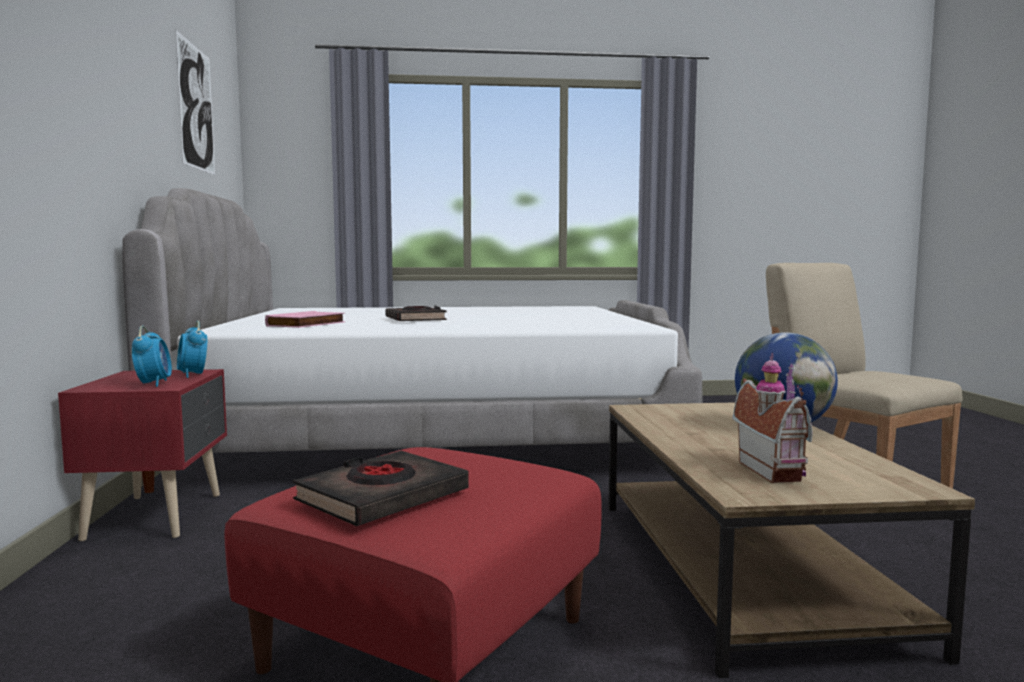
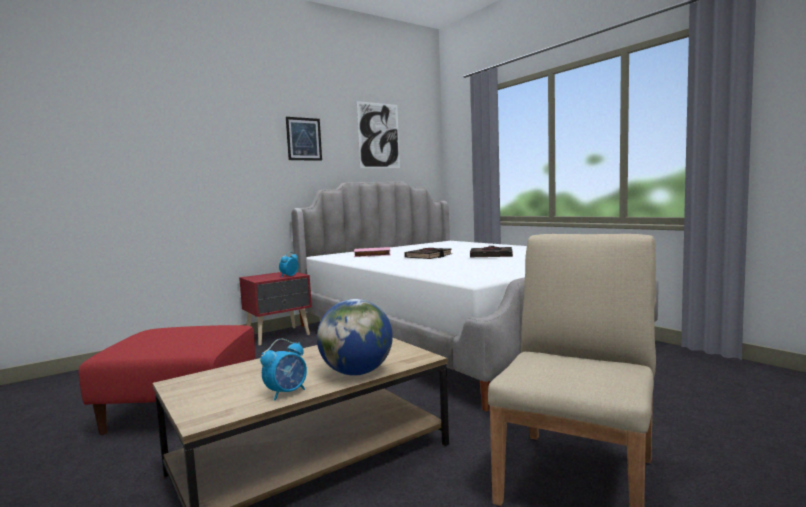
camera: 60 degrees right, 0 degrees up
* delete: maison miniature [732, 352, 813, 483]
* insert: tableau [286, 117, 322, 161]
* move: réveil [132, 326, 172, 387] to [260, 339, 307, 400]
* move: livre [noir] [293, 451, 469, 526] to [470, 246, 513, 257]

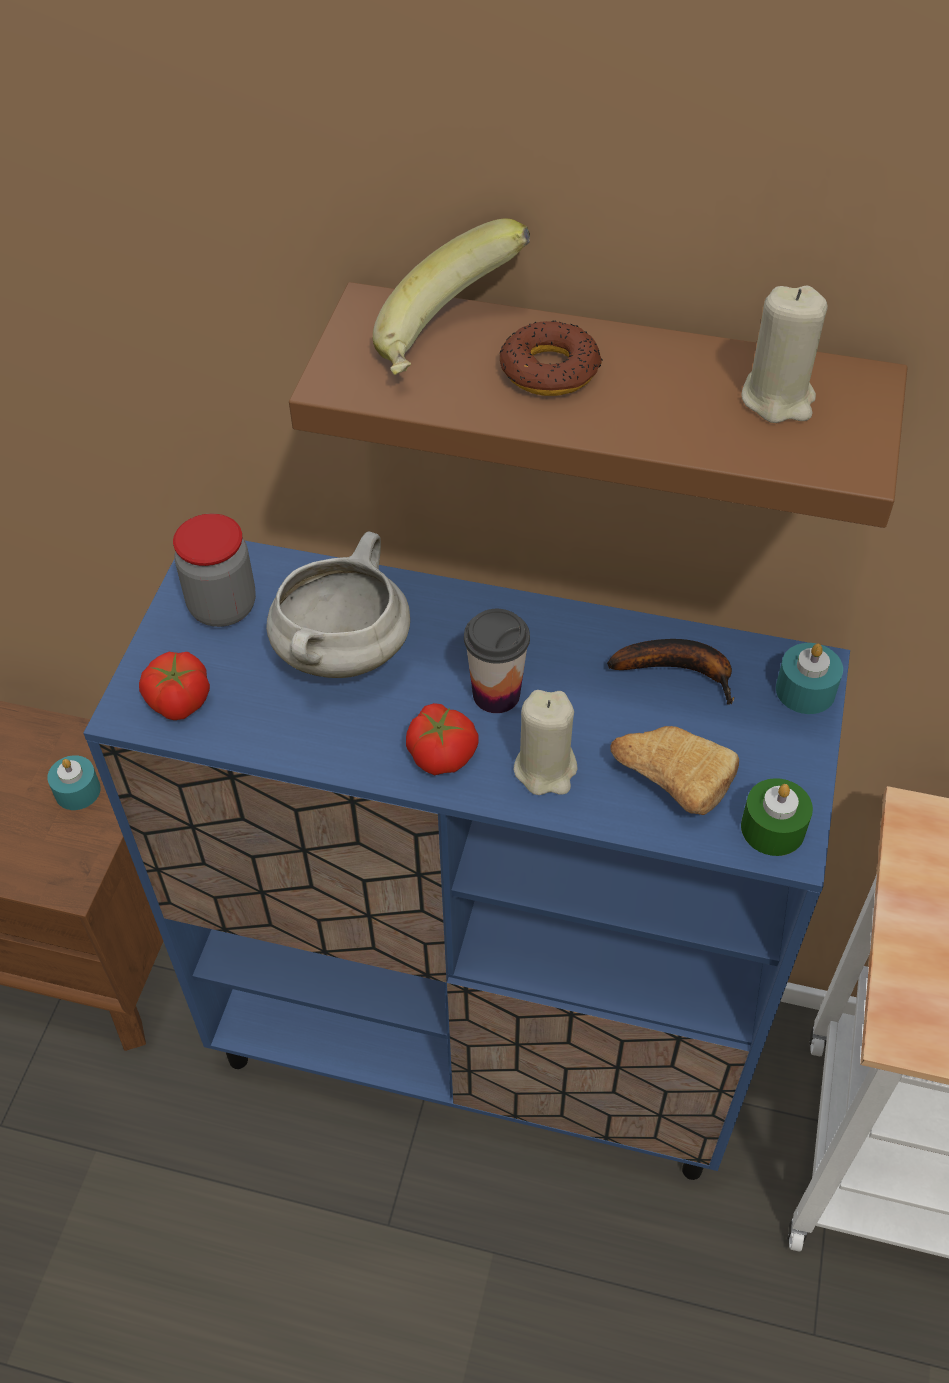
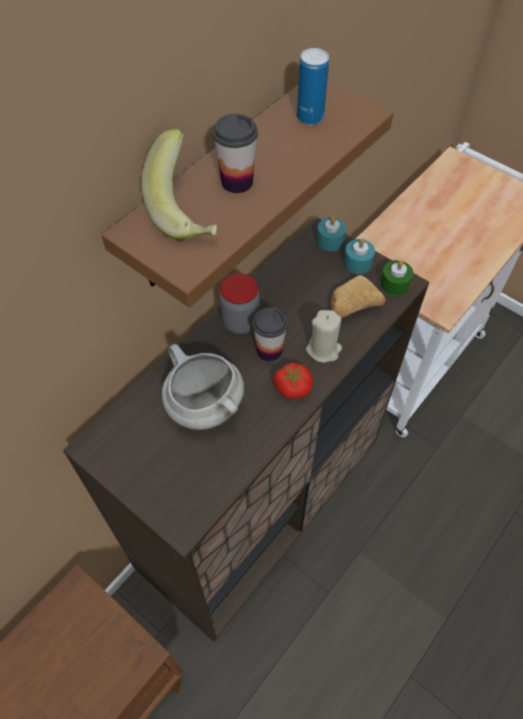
camera: 65 degrees left, 5 degrees up
* delete: tomate [139, 652, 210, 720]
* delete: banane [607, 639, 734, 705]
* move: bougie [turquoise] [47, 755, 101, 810] to [344, 238, 375, 274]
* move: bocal [173, 514, 256, 627] to [220, 273, 260, 334]
* replace: beignet [500, 320, 603, 396] to tasse [212, 114, 258, 193]
* replace: bougie [beige] [741, 285, 828, 423] to boîte métallique [297, 48, 329, 125]
* recolor: meuble de rangement [bleu] [83, 541, 850, 1180] to meuble de rangement [marron] [63, 217, 429, 642]

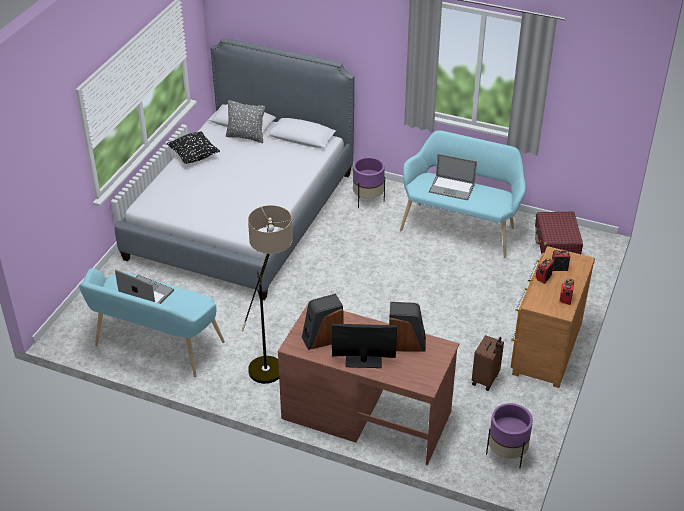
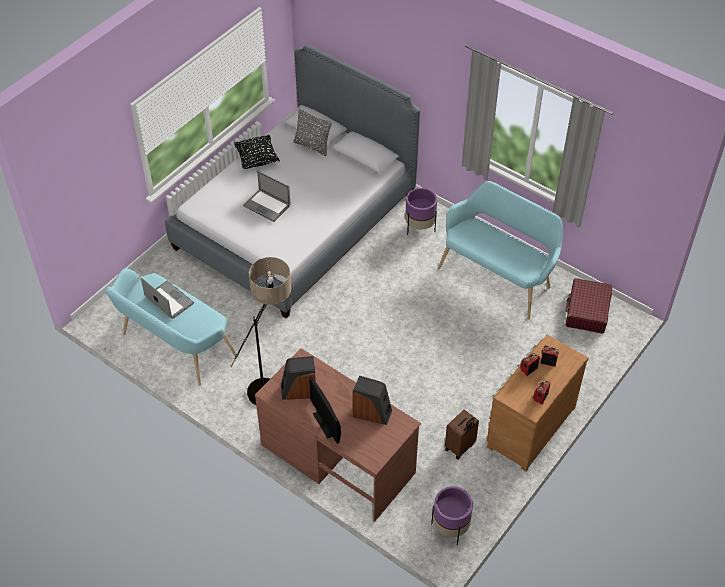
camera: 15 degrees right, 10 degrees up
* move: ordinateur portable [429, 154, 477, 200] to [243, 171, 291, 222]
* rotate: écran d'ordinateur [332, 324, 397, 368] = [309, 377, 341, 444] 135 degrees counterclockwise

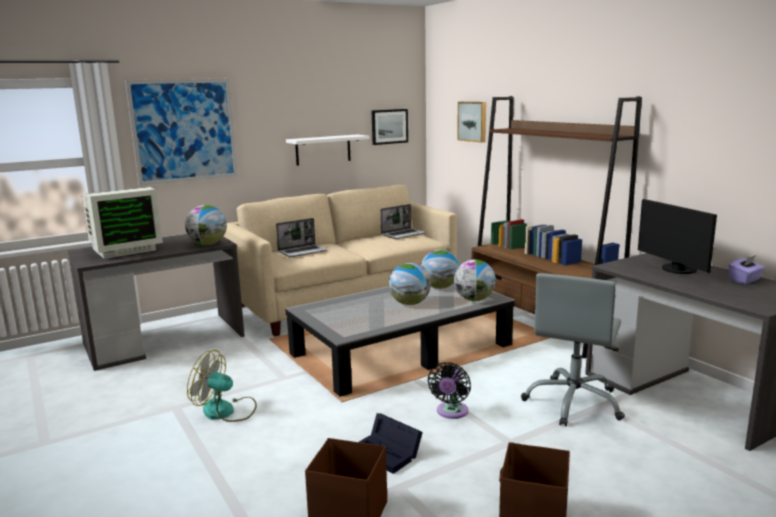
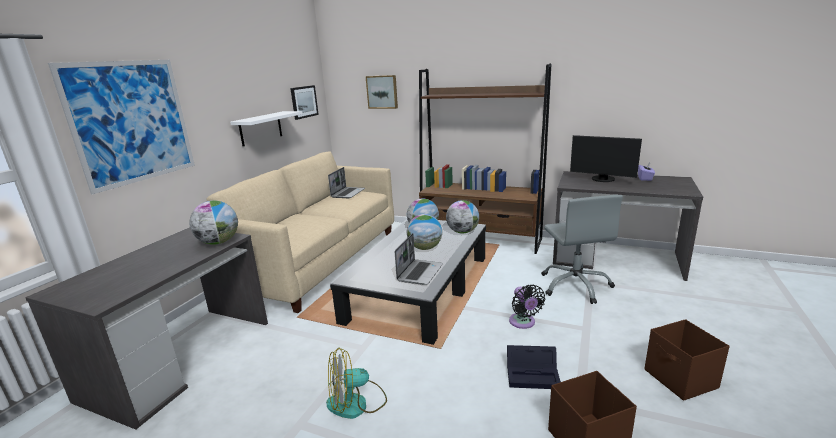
camera: 35 degrees left, 5 degrees up
* delete: écran d'ordinateur [82, 187, 163, 259]
* move: ordinateur portable [276, 218, 328, 257] to [395, 233, 443, 285]

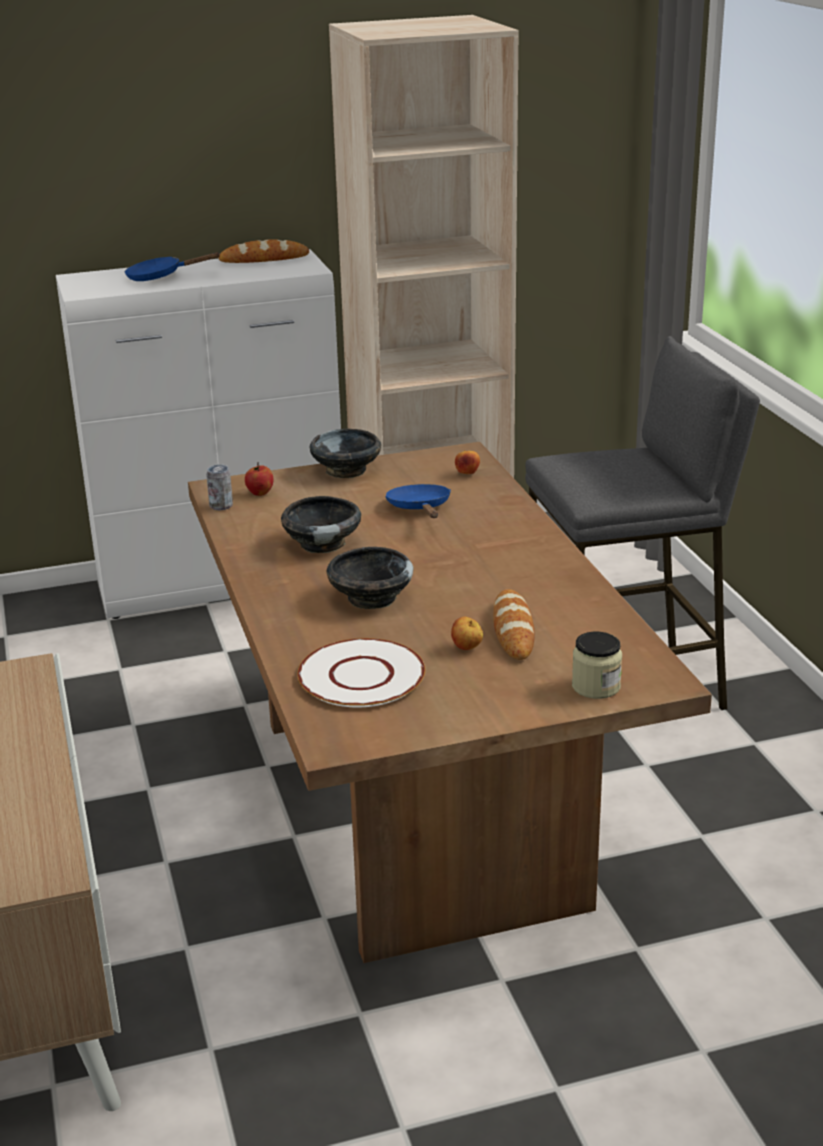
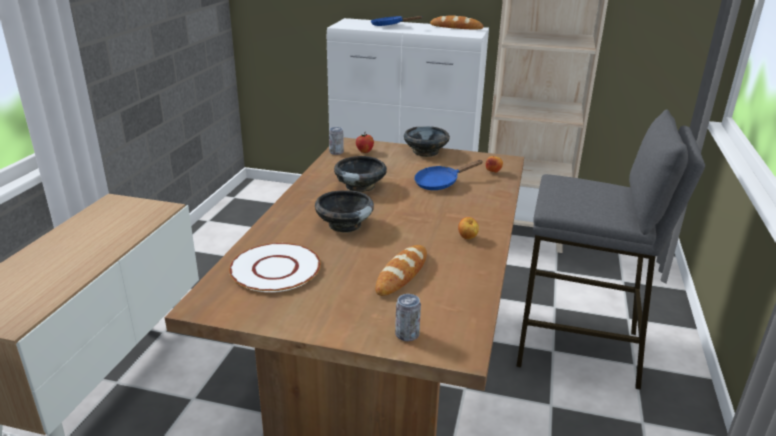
camera: 30 degrees right, 0 degrees up
* move: pomme [451, 617, 483, 650] to [458, 217, 479, 239]
* replace: bocal [572, 631, 622, 699] to boîte métallique [395, 294, 421, 341]
* rotate: poêle [bleu] [385, 484, 451, 518] = [414, 160, 483, 190] 135 degrees counterclockwise

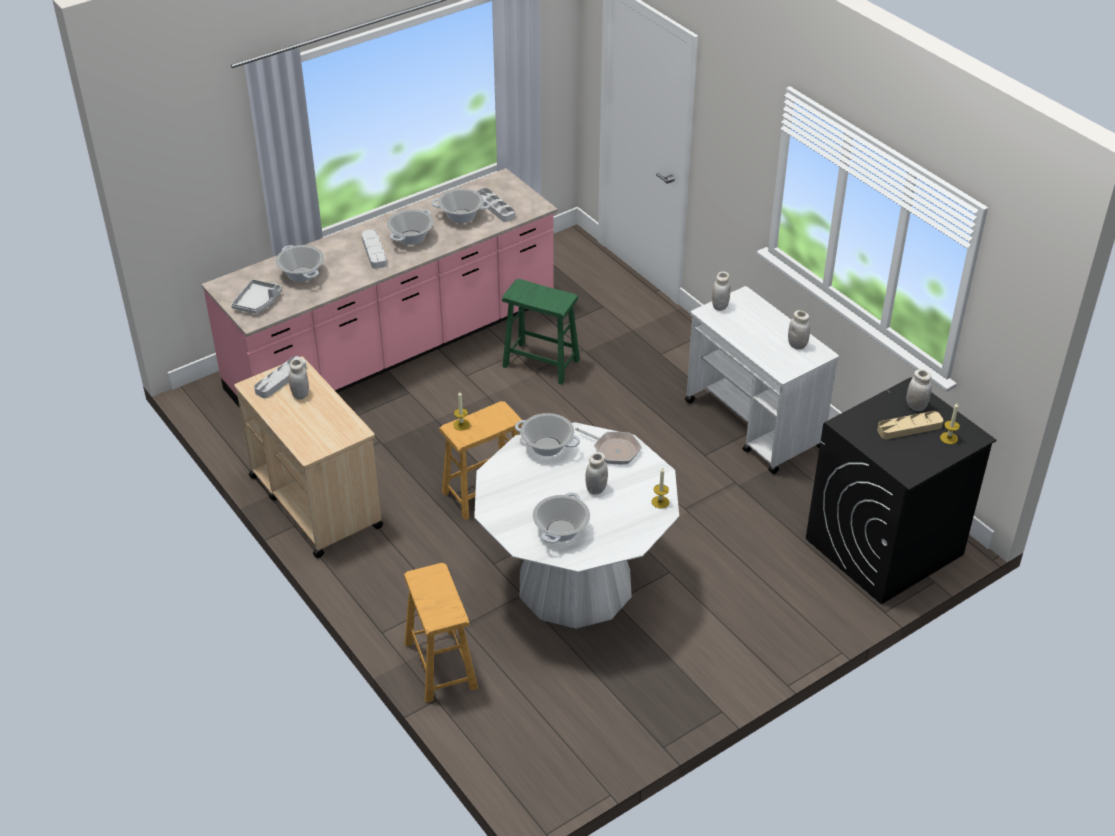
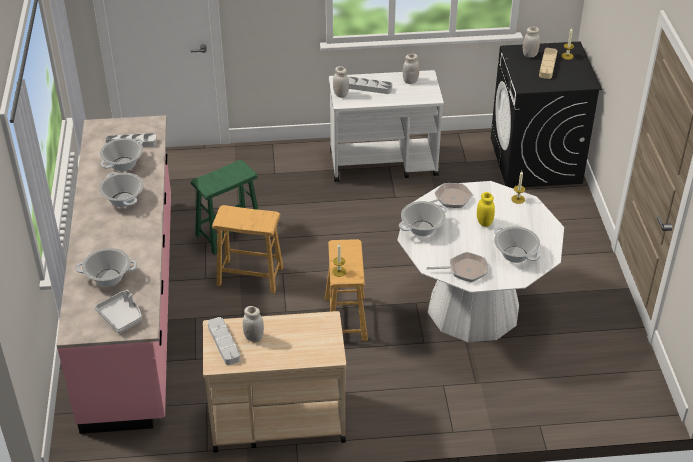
camera: 60 degrees left, 0 degrees up
* insert: poêle [426, 252, 488, 282]
* move: plateau [gris] [361, 229, 387, 269] to [348, 77, 392, 94]
* move: tabouret [marron] [404, 563, 478, 703] to [212, 205, 283, 293]
* recolor: bocal [blanc] [585, 452, 608, 495] to bocal [jaune] [477, 192, 495, 227]

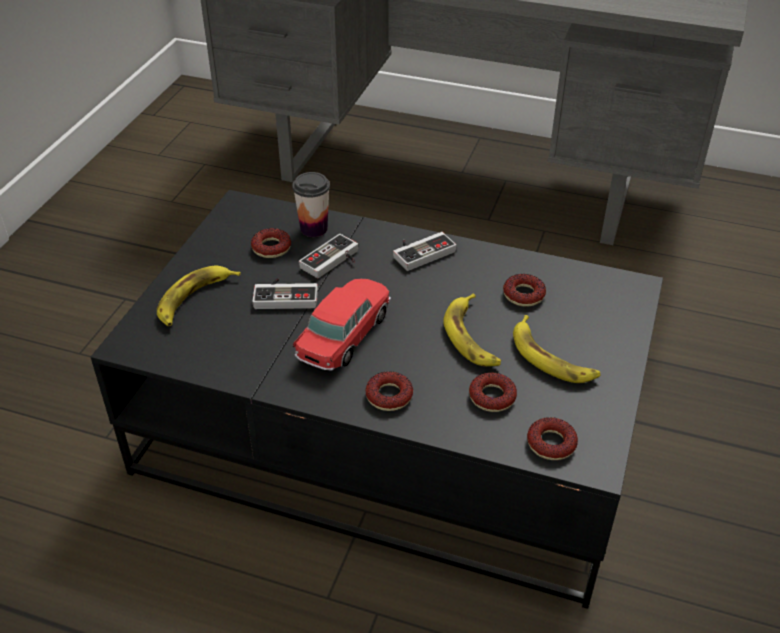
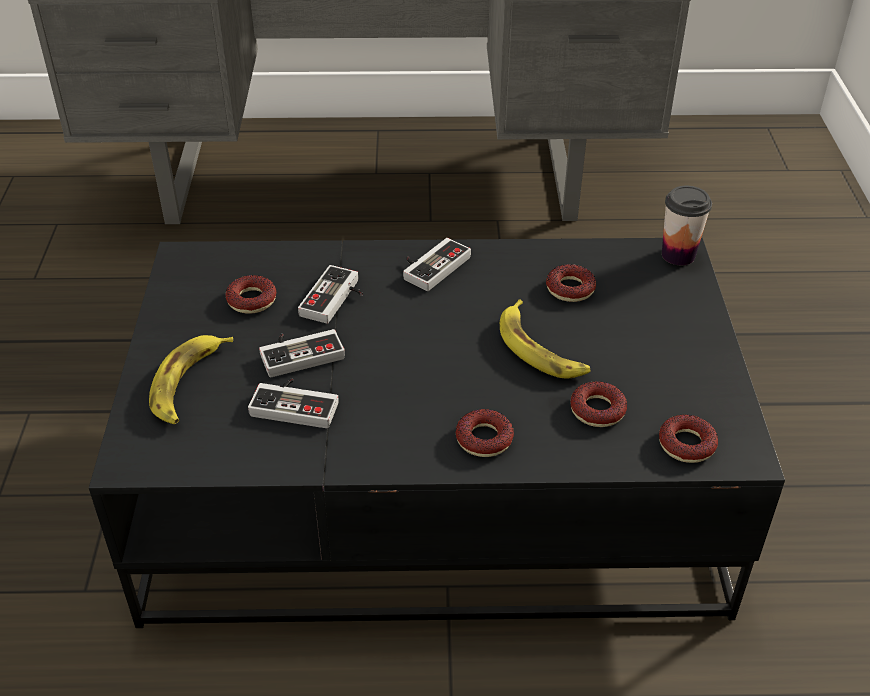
camera: 20 degrees left, 0 degrees up
* delete: petite voiture [293, 279, 391, 371]
* delete: banane [513, 315, 601, 383]
* insert: manette [248, 378, 339, 428]
* move: tasse [292, 172, 330, 237] to [662, 186, 712, 265]

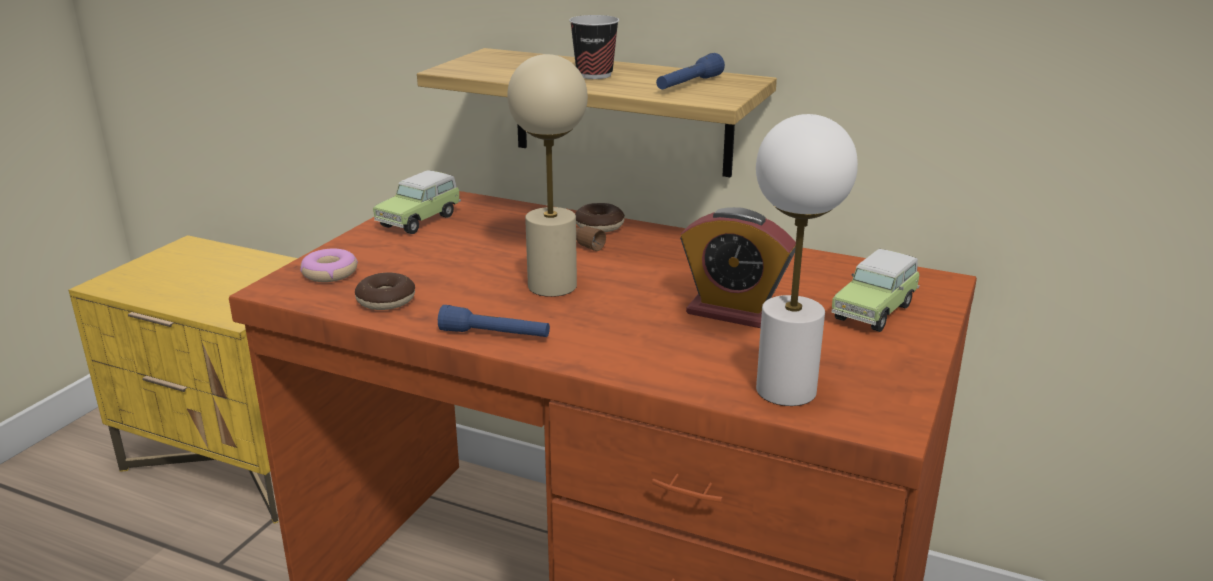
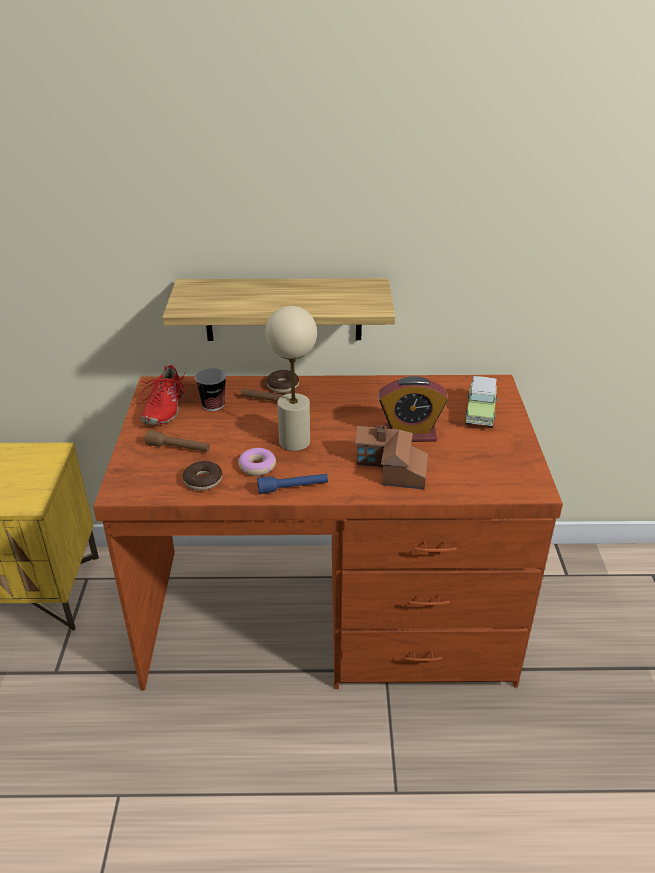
camera: 25 degrees left, 10 degrees up
* delete: lampe de poche [bleu] [656, 53, 725, 90]
* delete: lampe de table [blanc] [756, 114, 858, 406]
* insert: lampe de poche [marron] [145, 430, 210, 452]
* insert: maison miniature [355, 425, 428, 490]
* move: beignet [300, 249, 358, 282] to [238, 448, 276, 476]
* move: tasse [569, 15, 619, 79] to [195, 368, 226, 411]
* replace: petite voiture [373, 170, 461, 234] to chaussure [rouge] [141, 364, 186, 425]

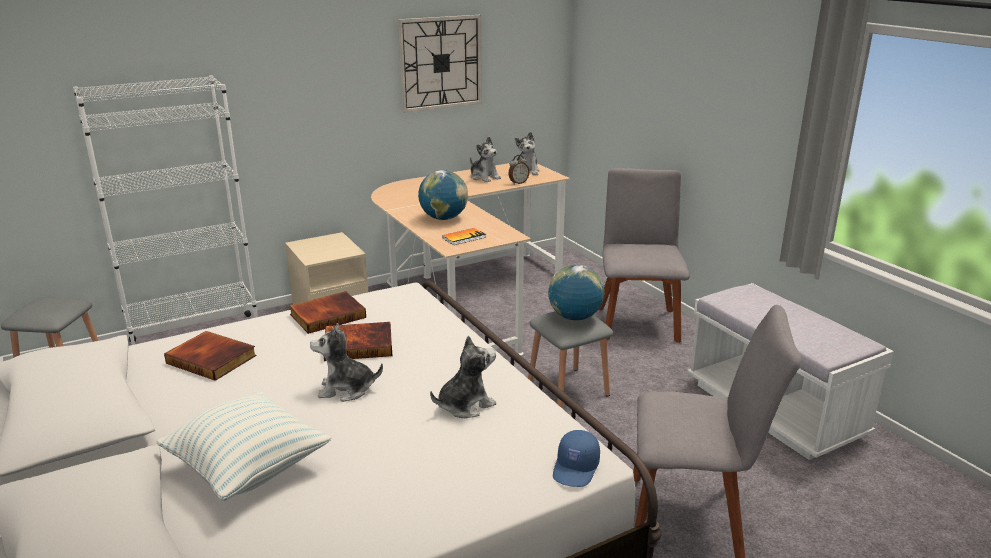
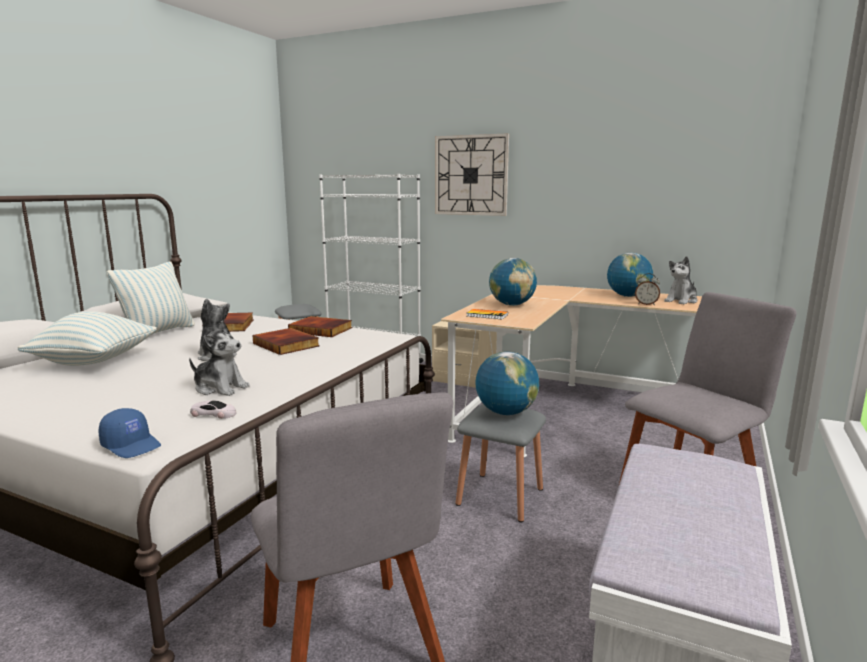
camera: 55 degrees right, 10 degrees down
* insert: coussin [107, 261, 195, 335]
* insert: petite voiture [blanc] [190, 400, 236, 419]
* move: horloge murale [398, 15, 482, 112] to [435, 133, 509, 216]
* replace: peluche [470, 137, 501, 182] to globe [607, 253, 653, 297]
* rotate: casquette [bleu] [553, 430, 600, 487] = [99, 408, 161, 458] 135 degrees counterclockwise

